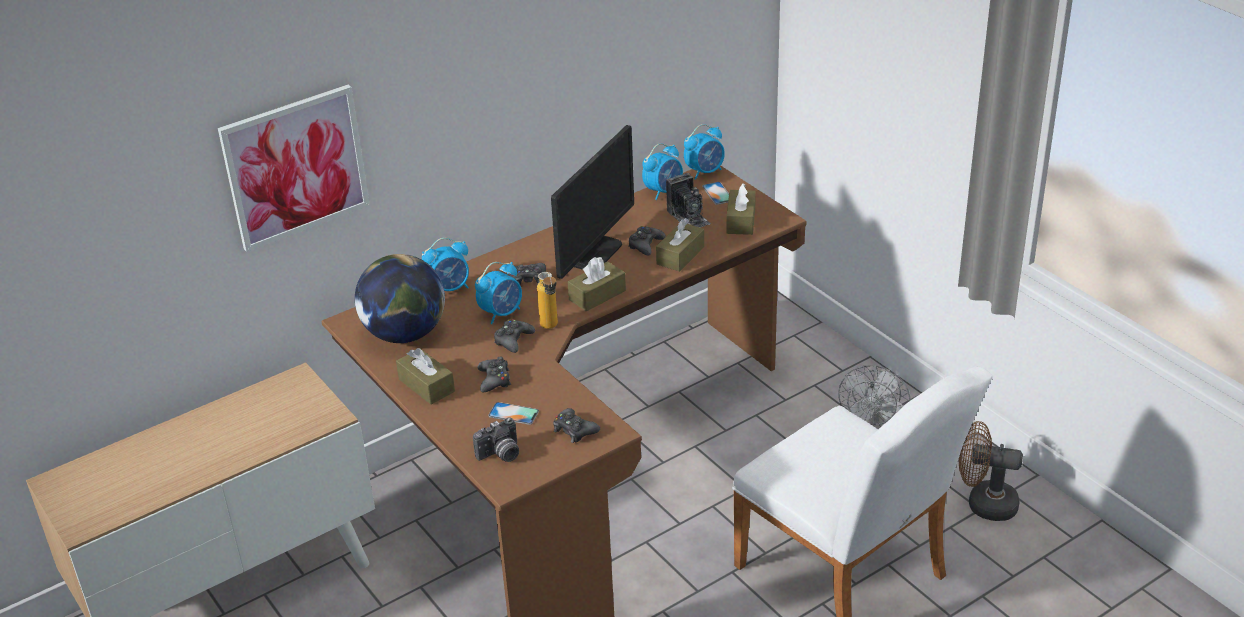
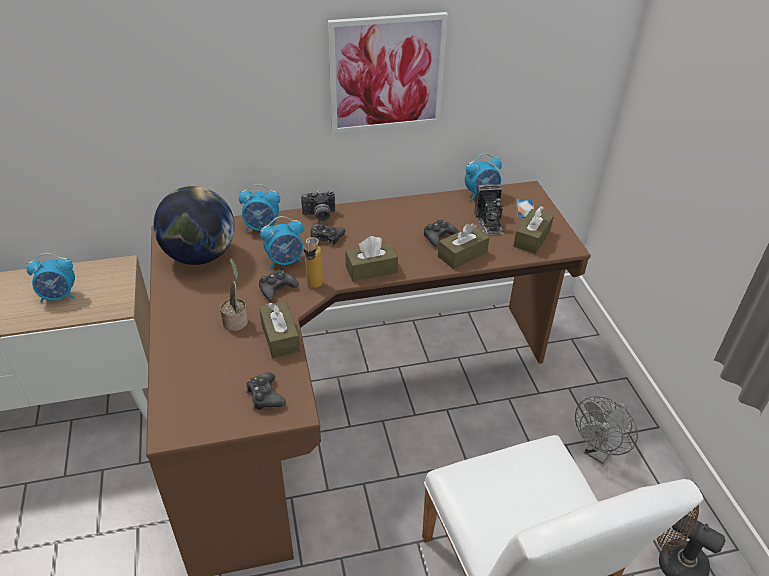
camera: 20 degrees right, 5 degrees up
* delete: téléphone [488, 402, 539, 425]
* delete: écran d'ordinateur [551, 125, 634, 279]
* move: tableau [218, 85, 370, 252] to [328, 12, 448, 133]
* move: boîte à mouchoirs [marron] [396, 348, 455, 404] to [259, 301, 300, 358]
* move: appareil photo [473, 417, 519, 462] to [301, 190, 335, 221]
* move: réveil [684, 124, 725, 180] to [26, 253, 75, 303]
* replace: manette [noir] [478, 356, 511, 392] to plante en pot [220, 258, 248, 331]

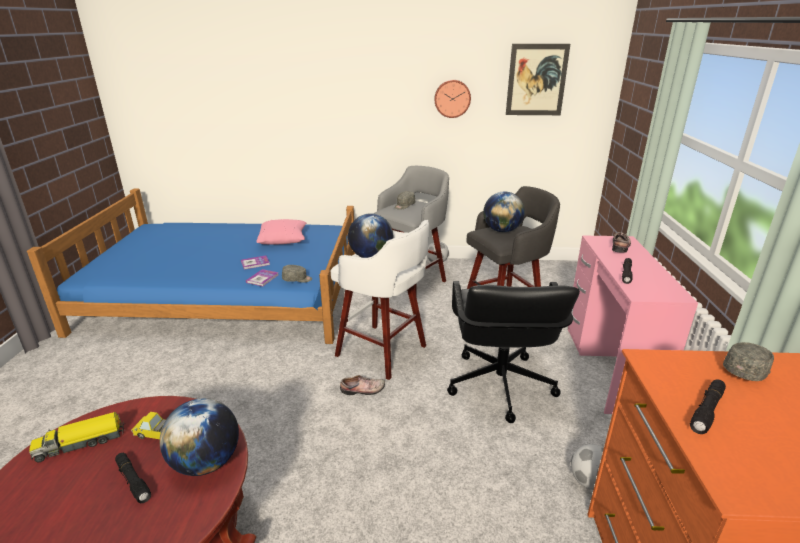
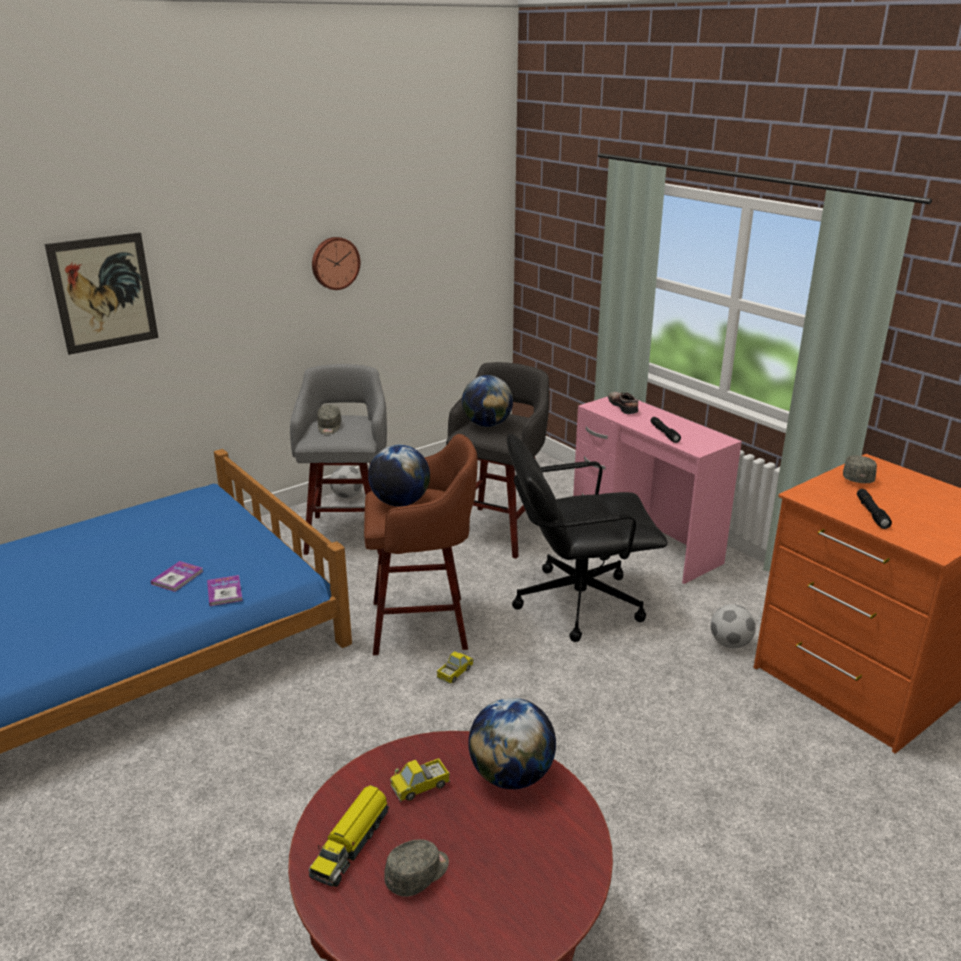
camera: 40 degrees left, 0 degrees up
* delete: lampe de poche [noir] [115, 453, 151, 503]
* delete: coussin [rose] [256, 219, 306, 245]
* move: casquette [gris] [282, 265, 312, 283] to [384, 839, 449, 897]
* move: tableau [506, 44, 570, 115] to [45, 232, 158, 355]
* replace: chaussure [340, 375, 385, 395] to camion jouet [437, 651, 474, 684]
* recolor: tabouret [blanc] [331, 220, 429, 380] to tabouret [marron] [364, 434, 478, 655]
* rotate: chaise de bureau [noir] [447, 281, 580, 423] = [507, 433, 667, 642] 120 degrees clockwise

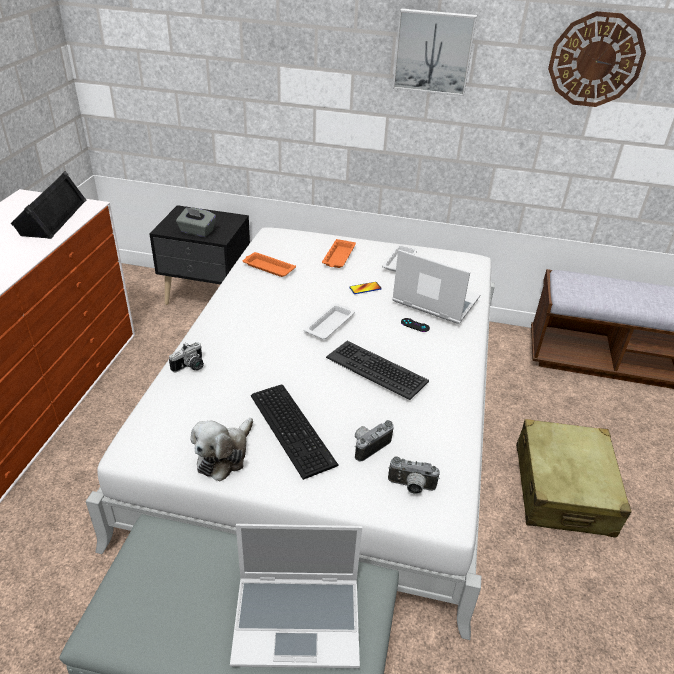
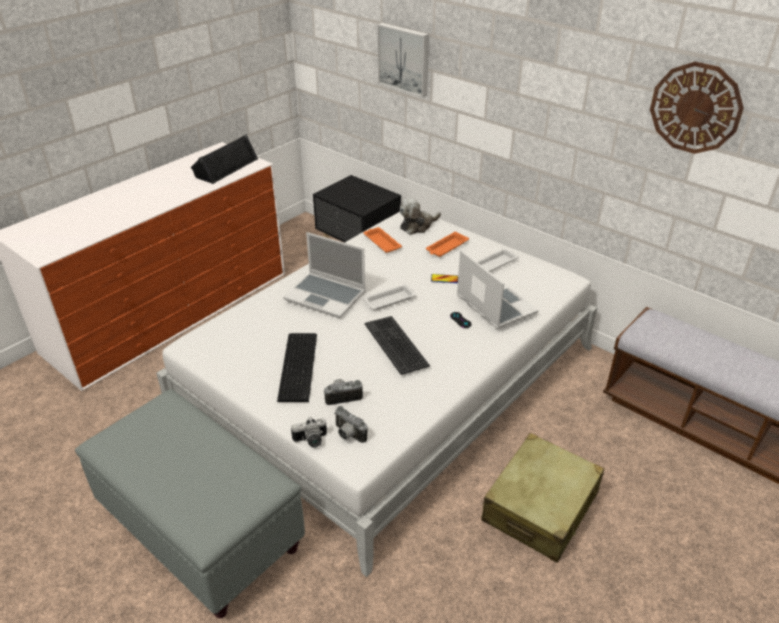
camera: 30 degrees right, 0 degrees up
* delete: boîte à mouchoirs [gris] [176, 207, 216, 237]
* move: appareil photo [169, 342, 204, 372] to [291, 417, 327, 448]
* move: peluche [190, 418, 253, 481] to [399, 198, 441, 235]
* move: ordinateur portable [230, 524, 362, 668] to [283, 232, 366, 318]
* move: tableau [393, 8, 477, 96] to [377, 23, 429, 97]

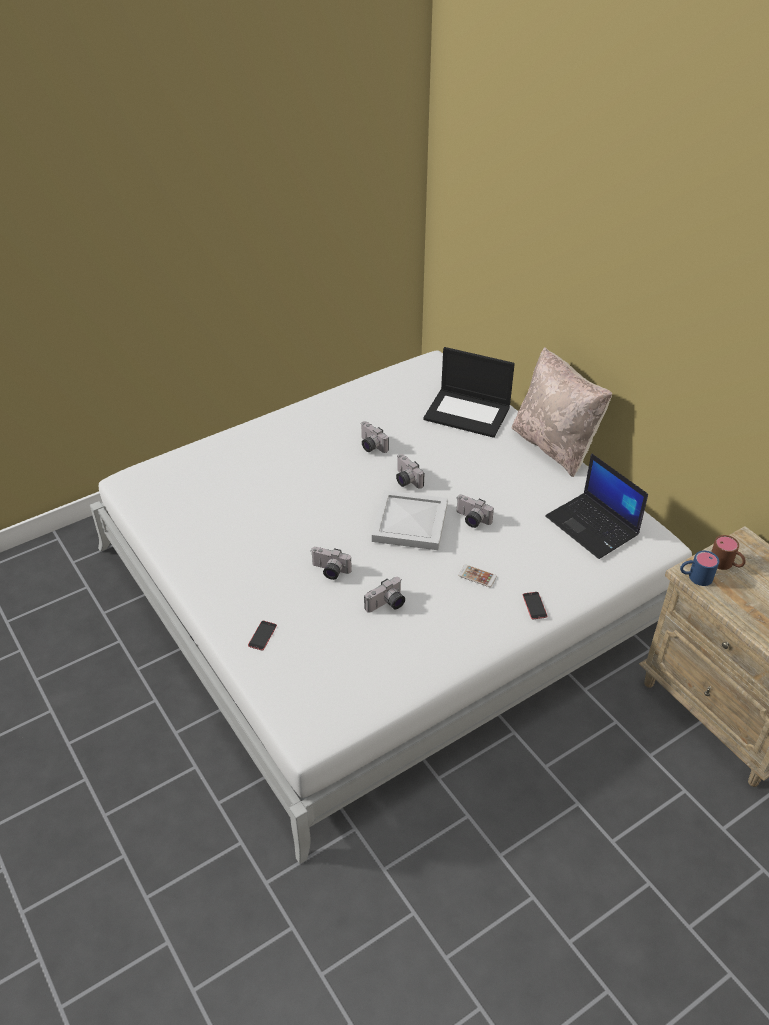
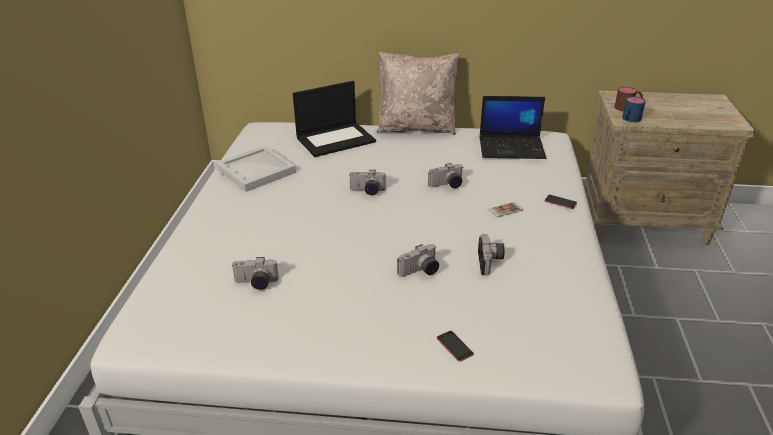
camera: 50 degrees left, 10 degrees down
* move: appareil photo [361, 421, 389, 453] to [231, 257, 279, 290]
* move: plateau [blanc] [372, 490, 448, 550] to [216, 146, 296, 192]

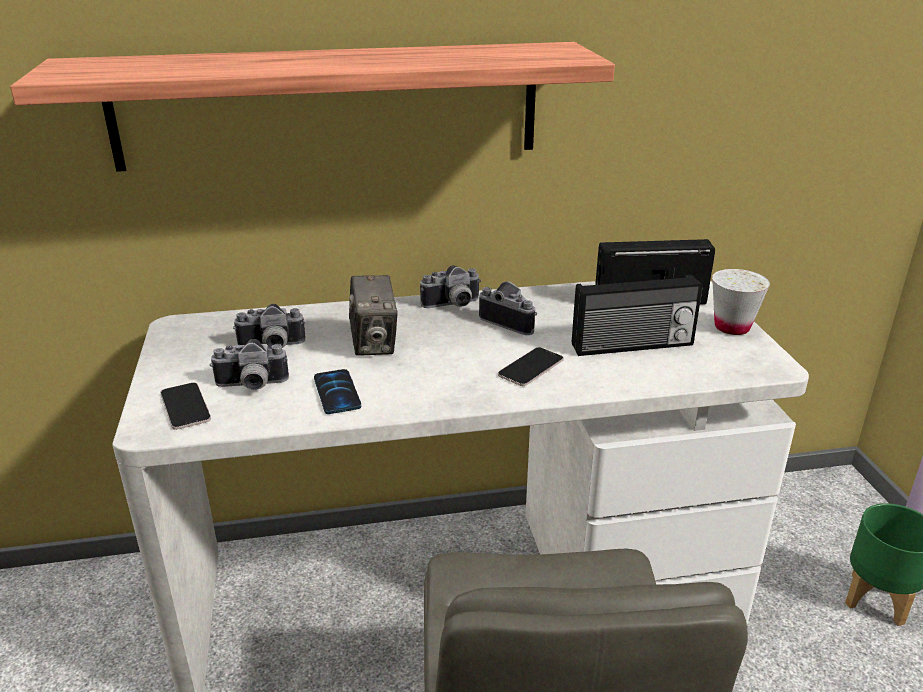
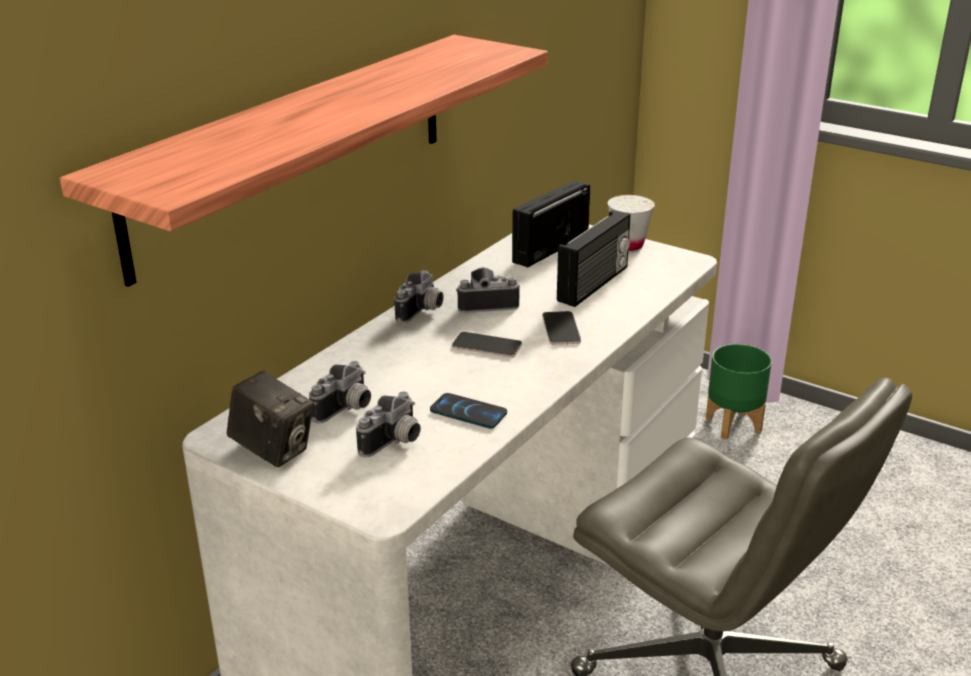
camera: 45 degrees left, 0 degrees up
* move: téléphone [160, 382, 211, 430] to [452, 332, 522, 358]
* move: appareil photo [349, 275, 398, 356] to [227, 371, 314, 467]

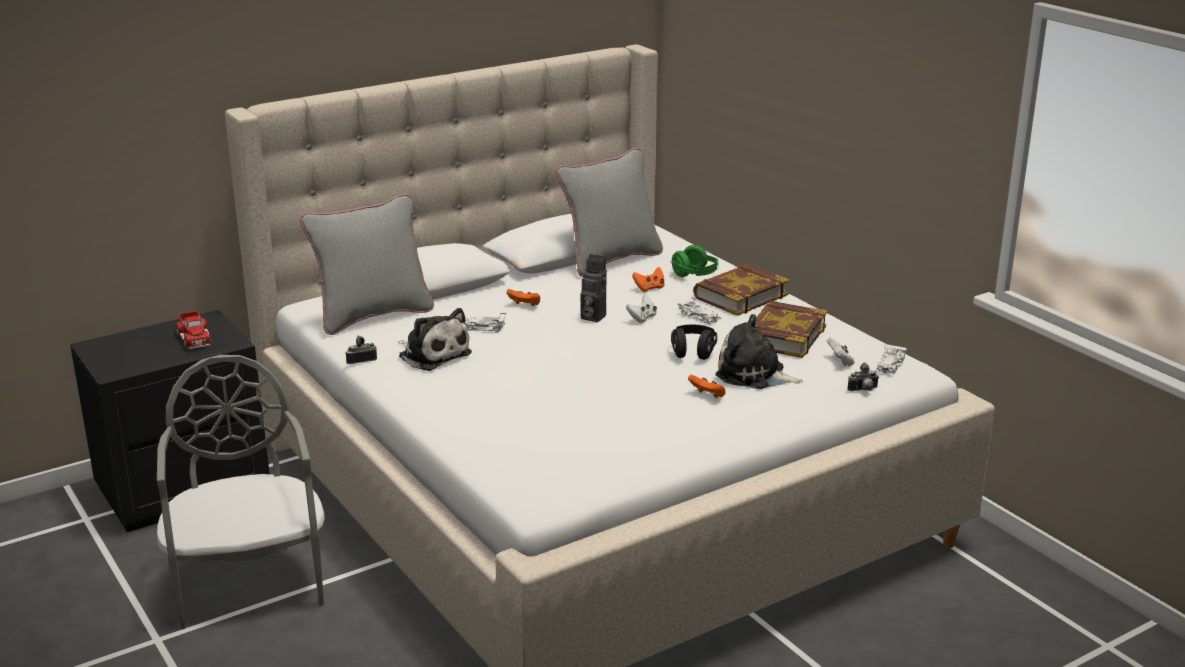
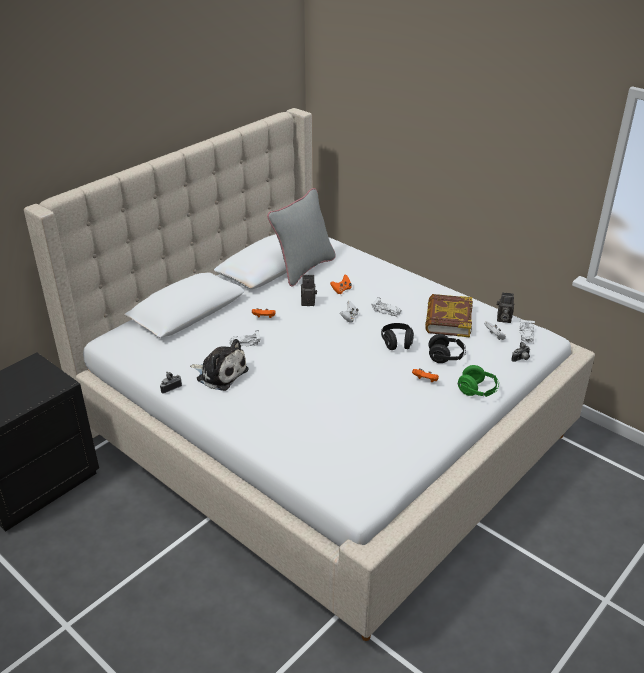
camera: 15 degrees left, 10 degrees up
* delete: chaise [gris] [157, 355, 325, 629]
* delete: camion jouet [176, 311, 211, 349]
* delete: coussin [gris] [300, 194, 434, 335]
* delete: livre [693, 264, 790, 316]
* move: appareil photo [580, 276, 606, 322] to [497, 292, 514, 323]
* move: casque audio [vert] [670, 245, 719, 277] to [458, 365, 499, 397]
* replace: peluche [715, 314, 803, 389] to casque audio [noir] [428, 334, 466, 363]

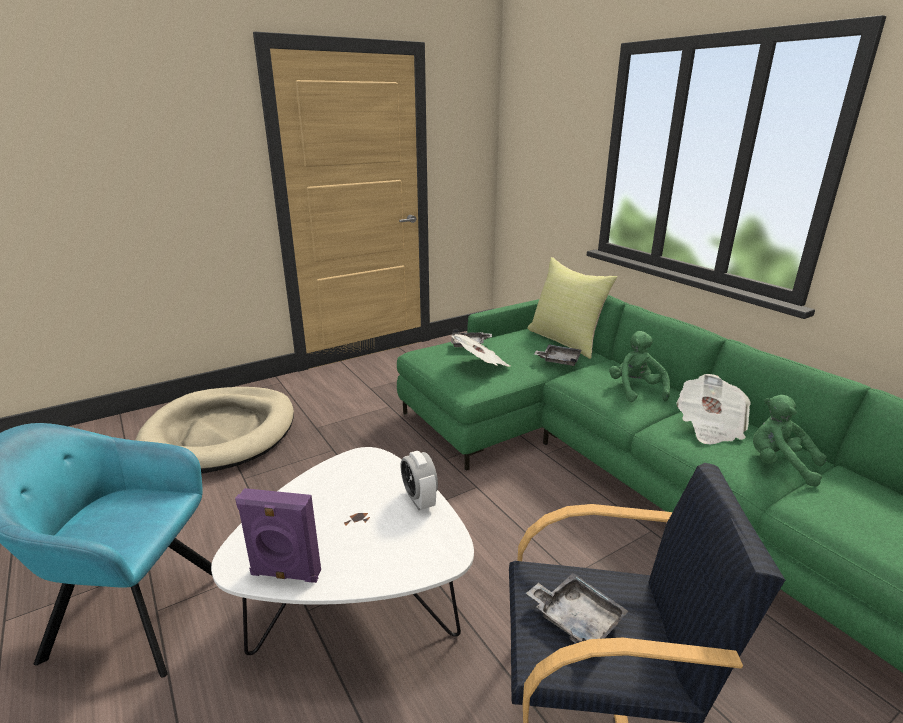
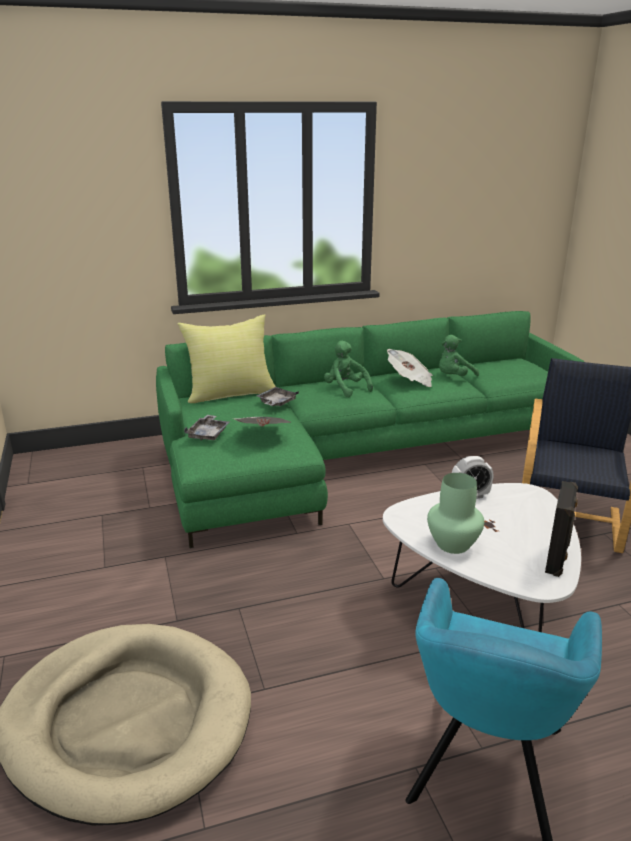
camera: 75 degrees left, 0 degrees up
* delete: plateau [gris] [526, 573, 628, 643]
* insert: vase [vert] [427, 473, 484, 554]
* recolor: enceinte [violet] [235, 488, 321, 583] to enceinte [noir] [545, 481, 578, 577]
* rotate: peluche [vert] [609, 331, 670, 402] = [324, 341, 373, 397] 45 degrees clockwise

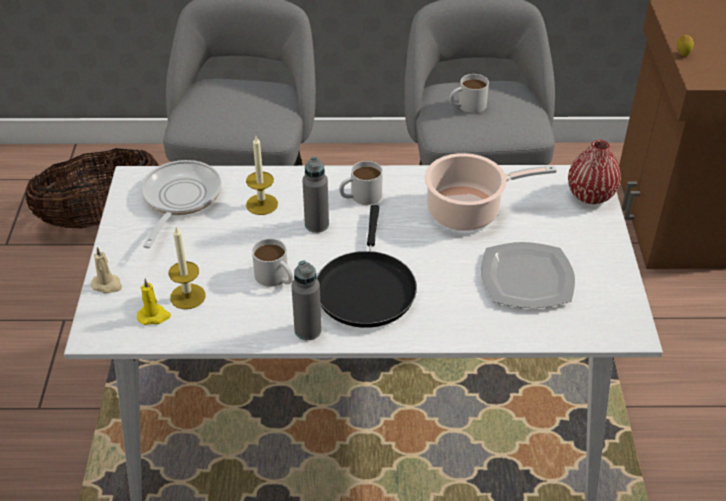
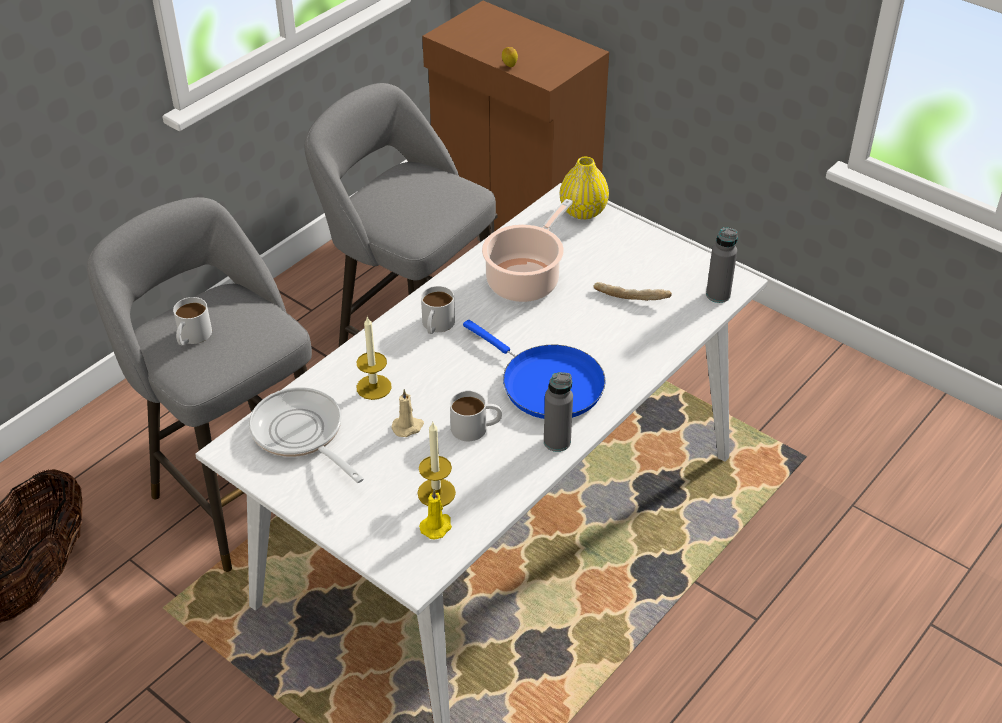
camera: 50 degrees left, 0 degrees up
* move: bougie [beige] [91, 247, 122, 293] to [391, 389, 424, 437]
* move: bouteille [gris] [302, 157, 329, 233] to [706, 227, 738, 303]
* move: mug [blanc] [449, 74, 489, 113] to [173, 297, 212, 346]
* replace: assiette [481, 242, 575, 308] to pain [594, 282, 672, 301]
* recolor: poêle [noir] [317, 205, 417, 328] to poêle [bleu] [463, 320, 606, 419]
* recolor: vase [rouge] [568, 140, 621, 204] to vase [jaune] [560, 157, 609, 220]

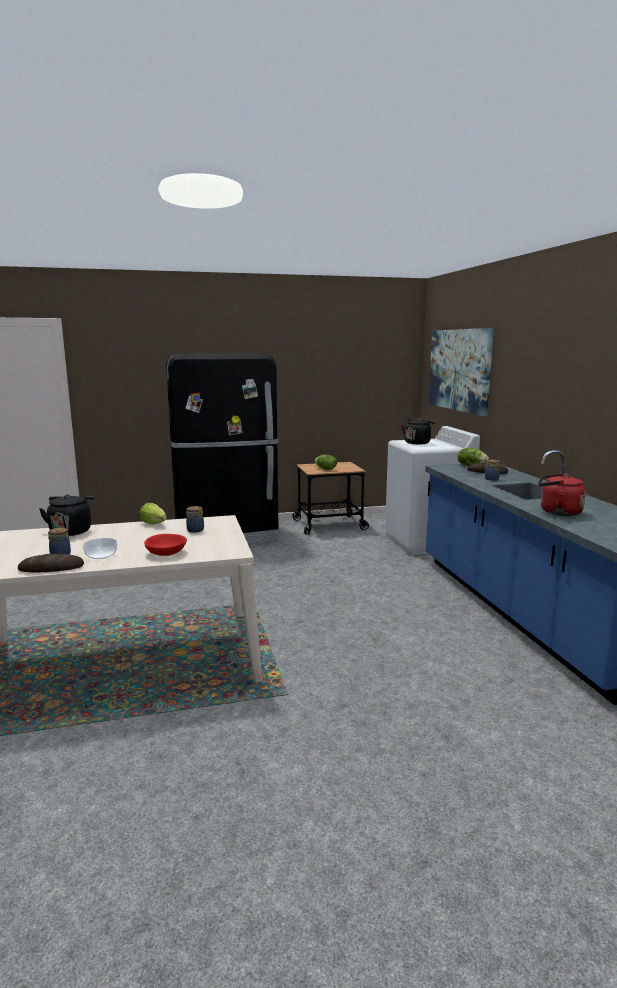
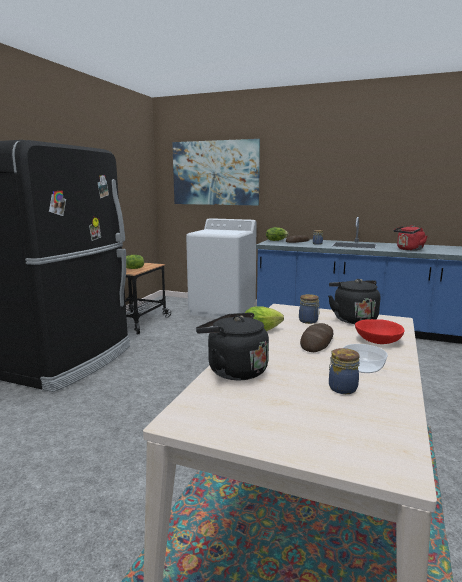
camera: 55 degrees left, 0 degrees up
* move: pain [18, 554, 84, 573] to [300, 323, 334, 352]
* move: bouilloire [noir] [402, 418, 436, 445] to [328, 279, 380, 324]

